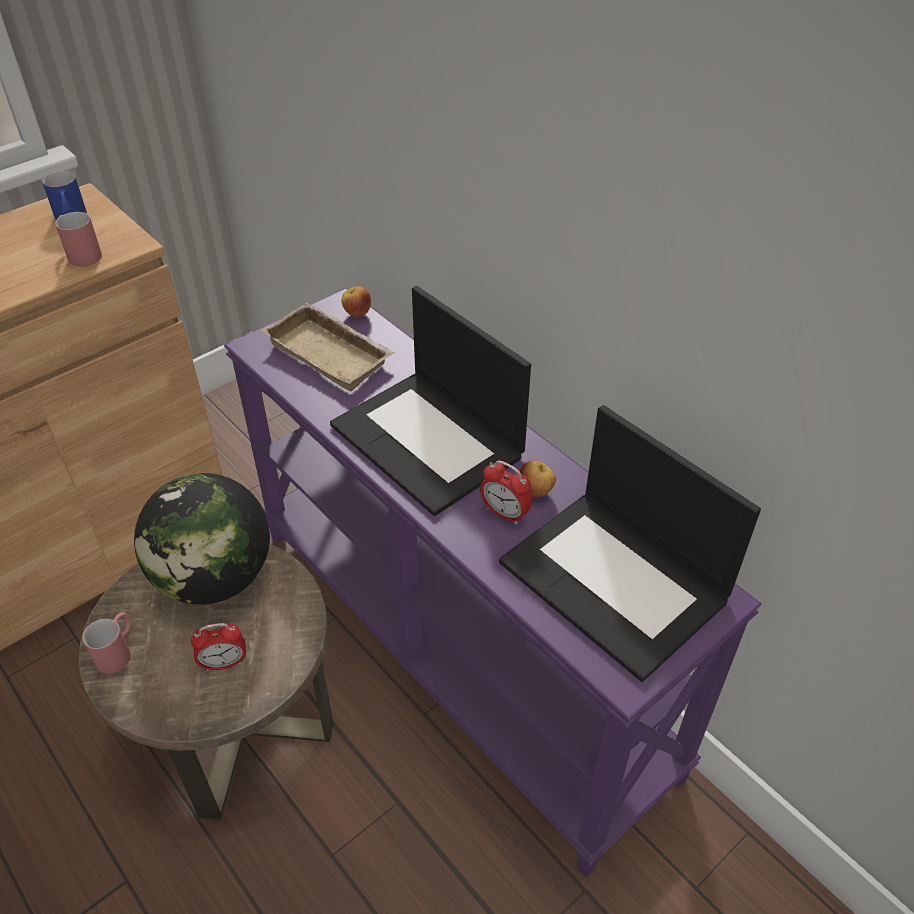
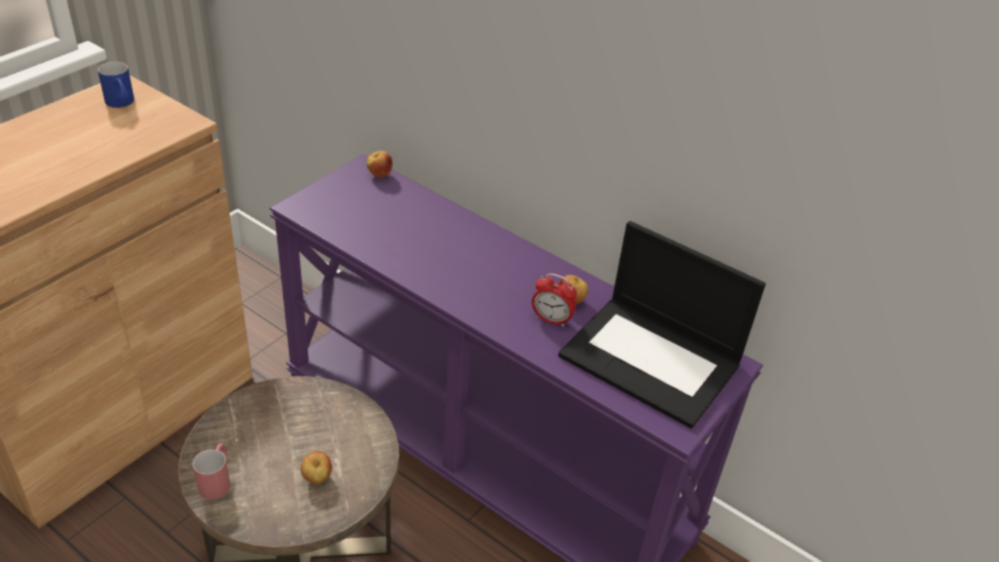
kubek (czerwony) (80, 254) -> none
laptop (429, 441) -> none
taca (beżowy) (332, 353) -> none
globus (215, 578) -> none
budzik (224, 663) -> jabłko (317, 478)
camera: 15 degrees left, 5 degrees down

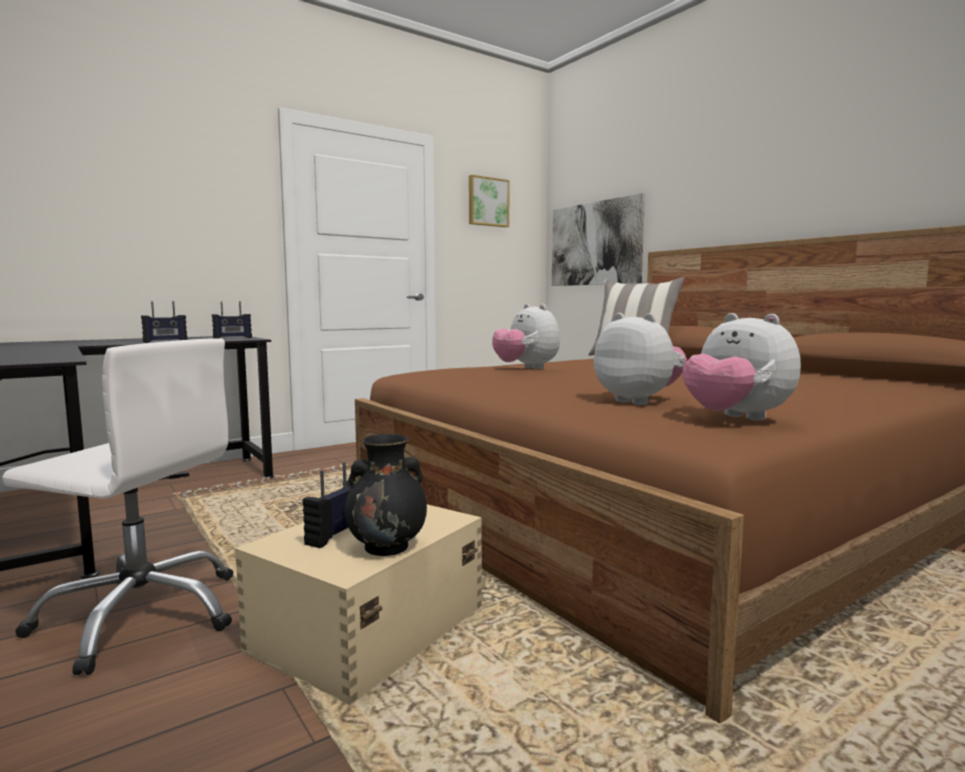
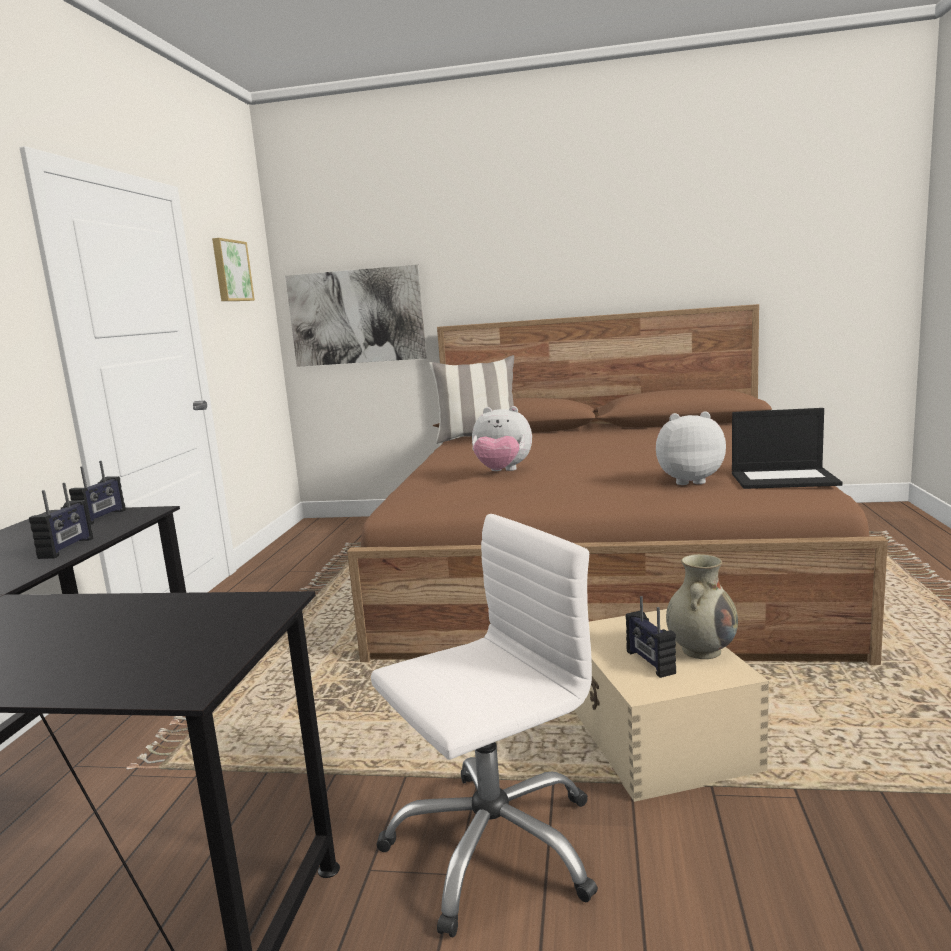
pluszak (736, 418) -> laptop (784, 479)
wazon (czarny) (388, 546) -> wazon (beżowy) (701, 650)
camera: 45 degrees left, 5 degrees up

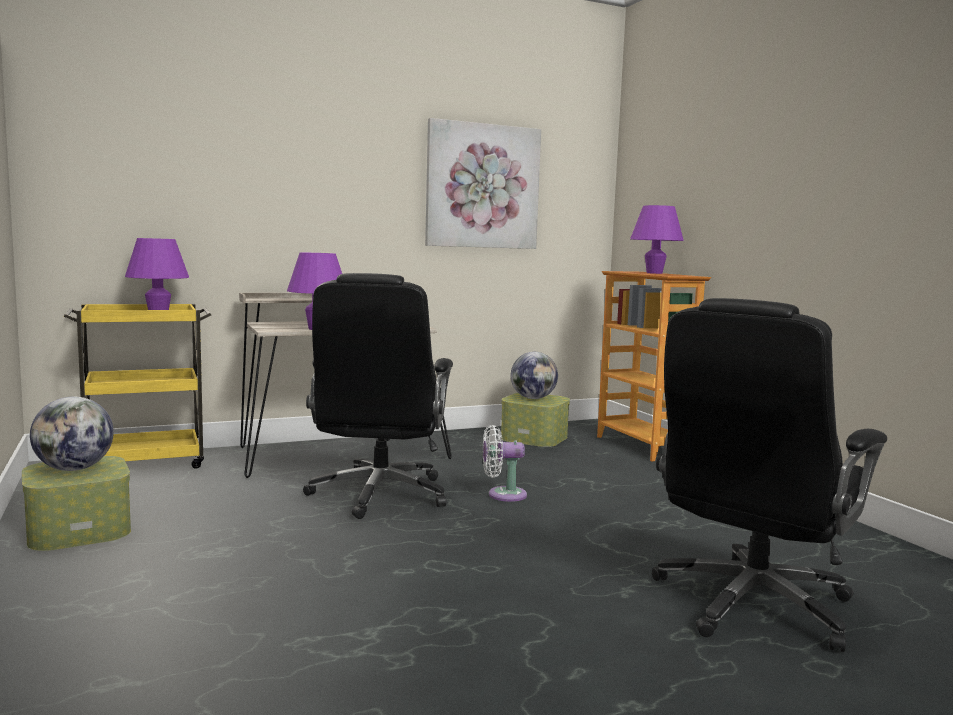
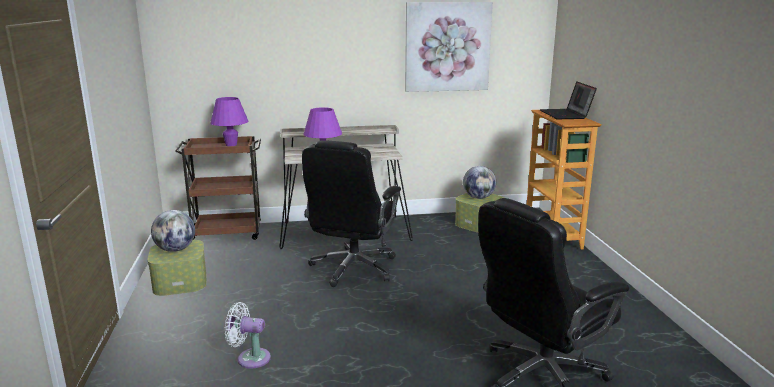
lampa stołowa (fioletowy) (654, 273) -> laptop (566, 115)
wózek (żółty) (145, 463) -> wózek (brązowy) (228, 233)
wentylator (biały) (502, 495) -> wentylator (biały) (250, 358), moved
camera: 15 degrees right, 10 degrees up

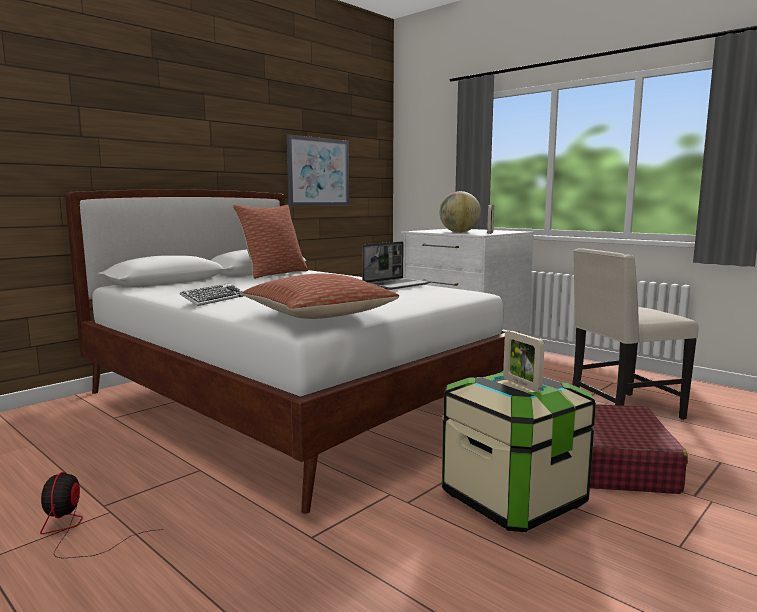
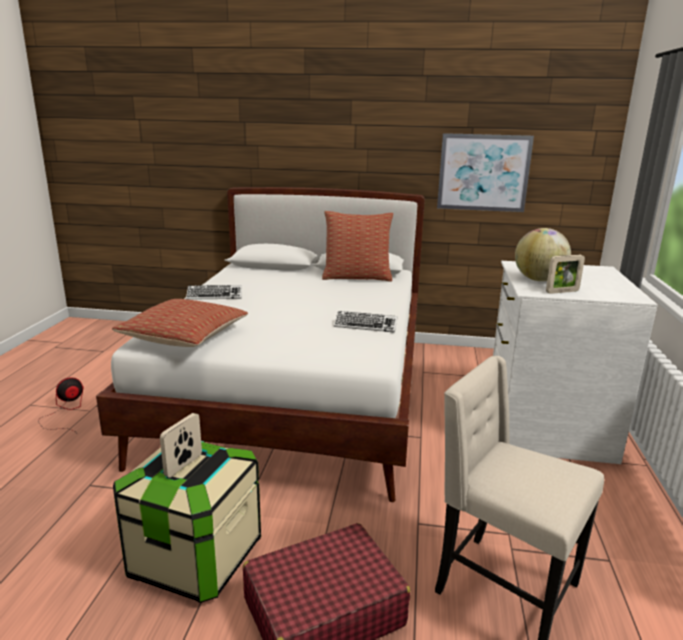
laptop (396, 285) -> klawiatura (365, 325)
camera: 55 degrees right, 10 degrees up

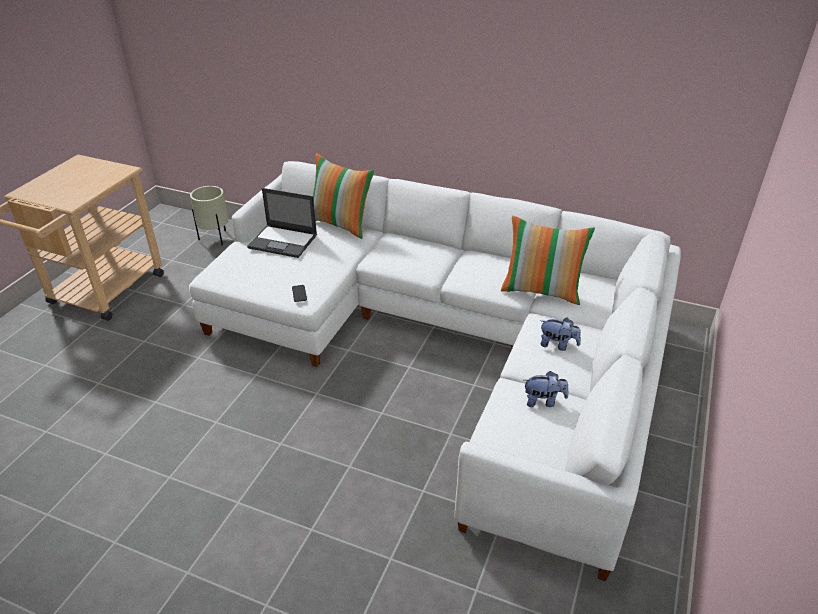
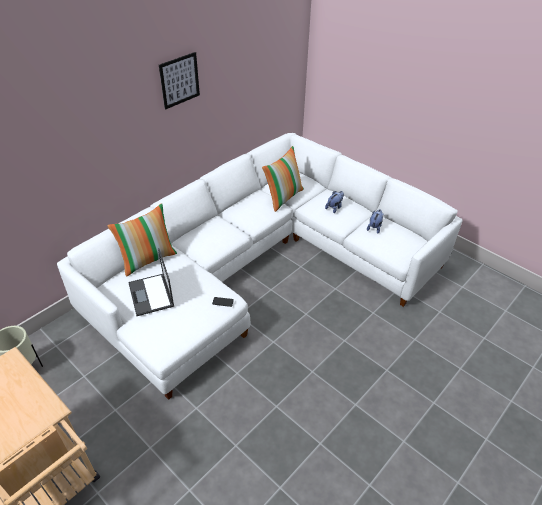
laptop (283, 241) -> laptop (151, 295), 120 degrees clockwise
none -> obraz (179, 80)
camera: 70 degrees left, 5 degrees up

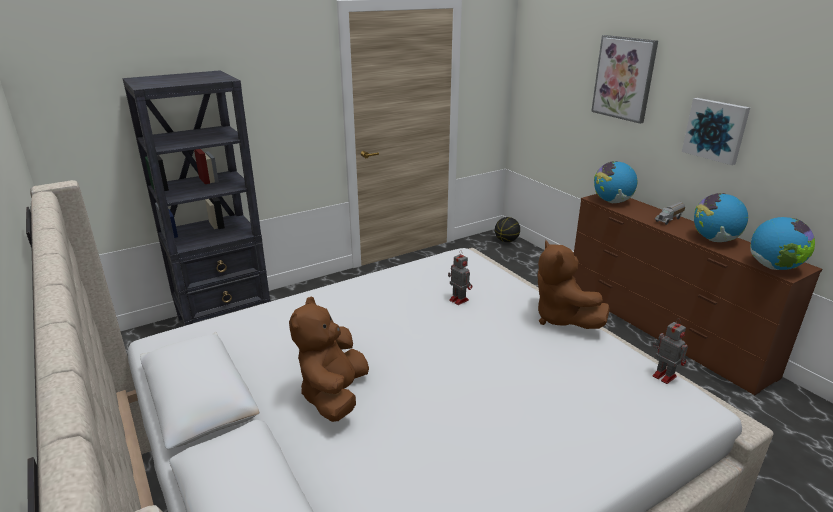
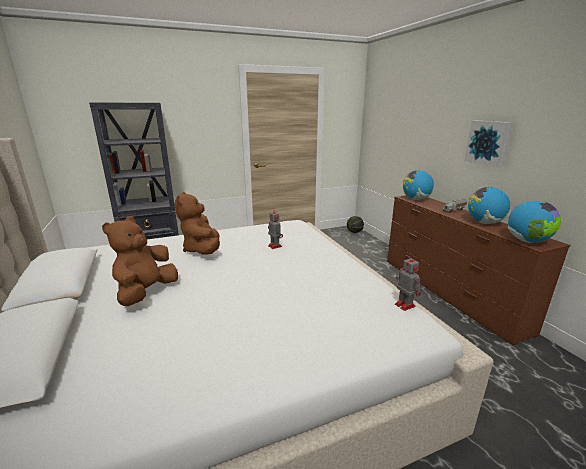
obraz (624, 78) -> none
pluszak (brązowy) (561, 318) -> pluszak (brązowy) (202, 250), moved
camera: 10 degrees right, 5 degrees down

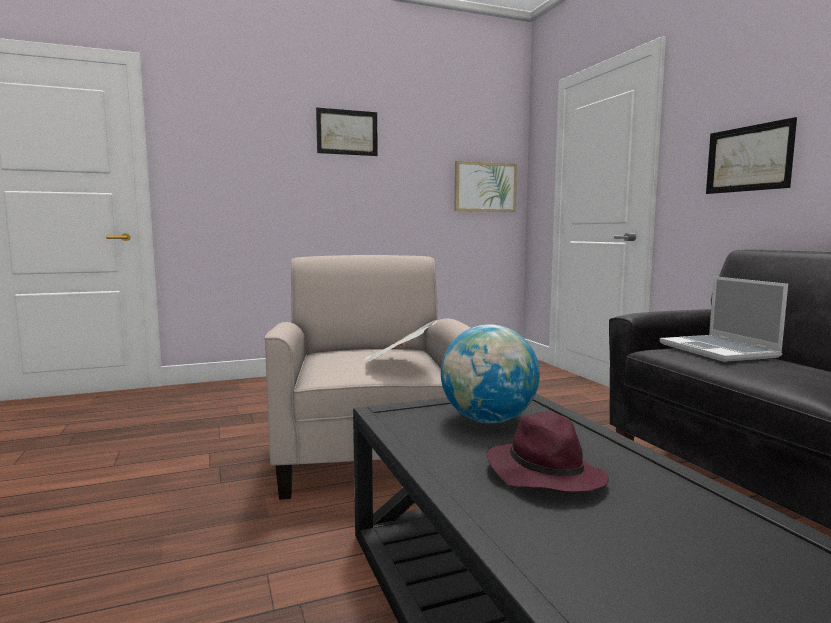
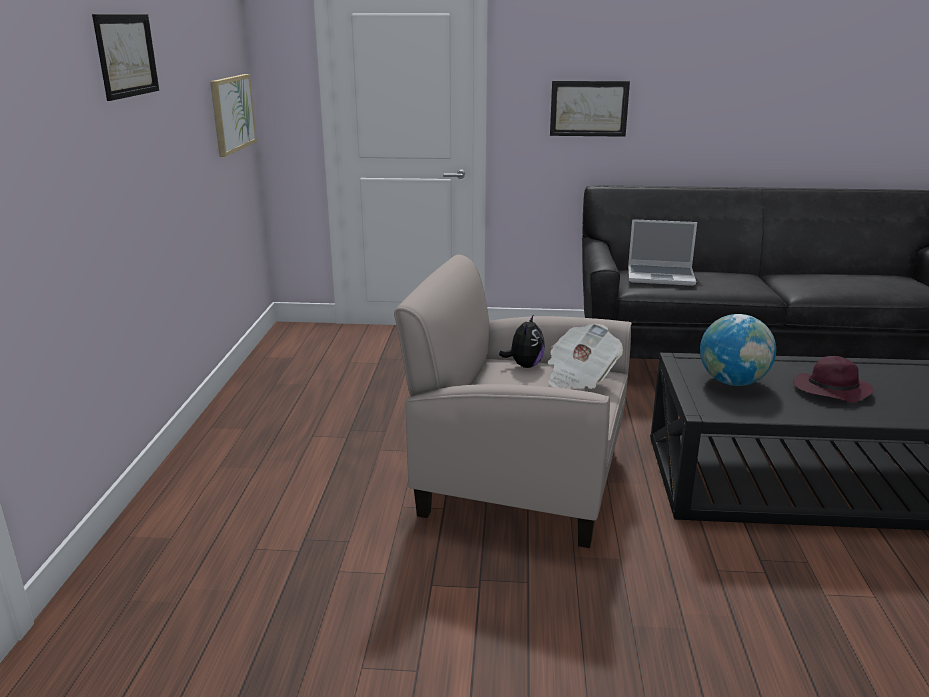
none -> pluszak (524, 365)
camera: 65 degrees left, 15 degrees up

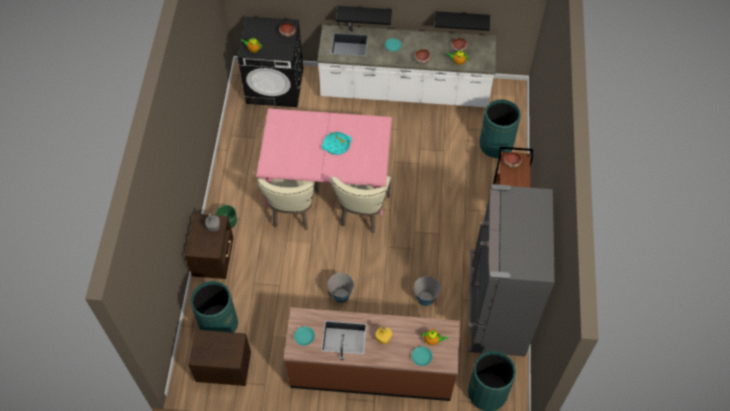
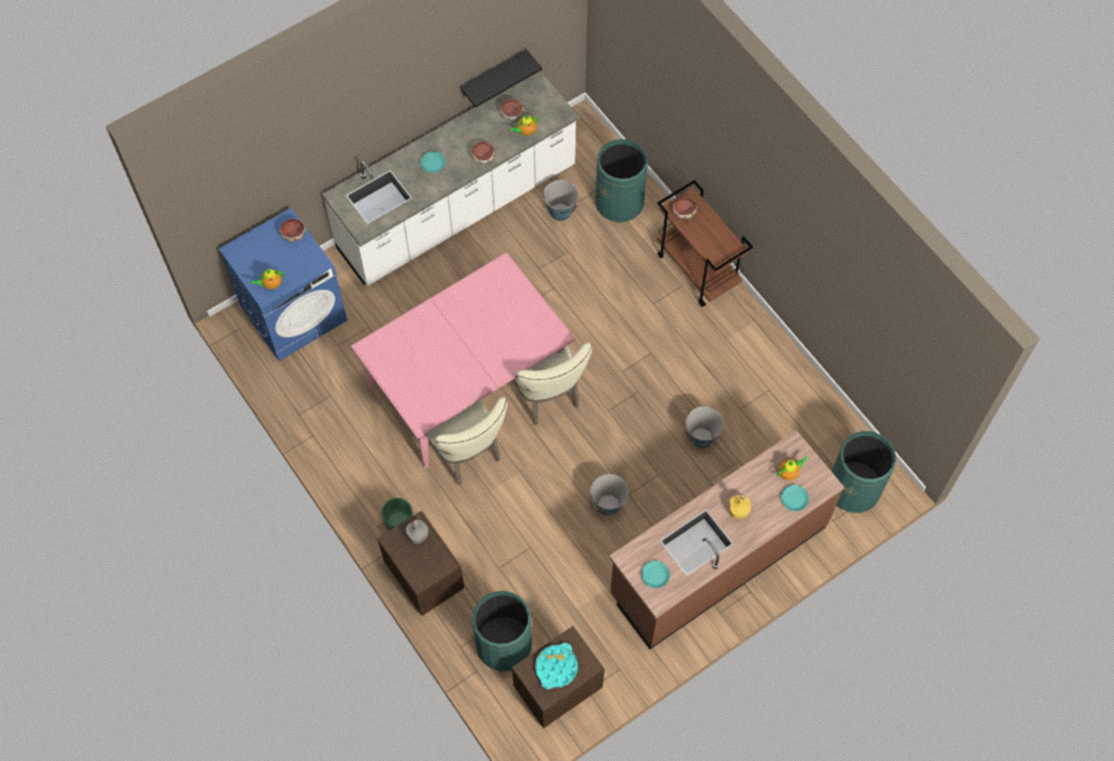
półka (czarny) (364, 13) -> none
pralka (czarny) (275, 86) -> pralka (niebieski) (294, 313)
taca (turkusowy) (336, 145) -> taca (turkusowy) (556, 667), moved
lodówka (szary) (494, 313) -> none
none -> wiadro (560, 211)
camera: 40 degrees left, 5 degrees up

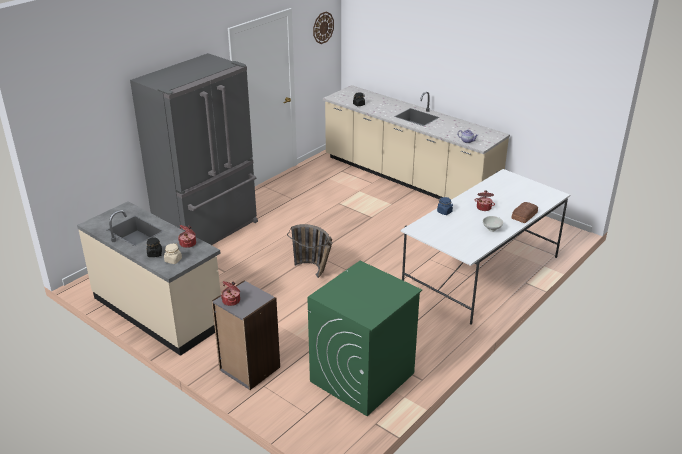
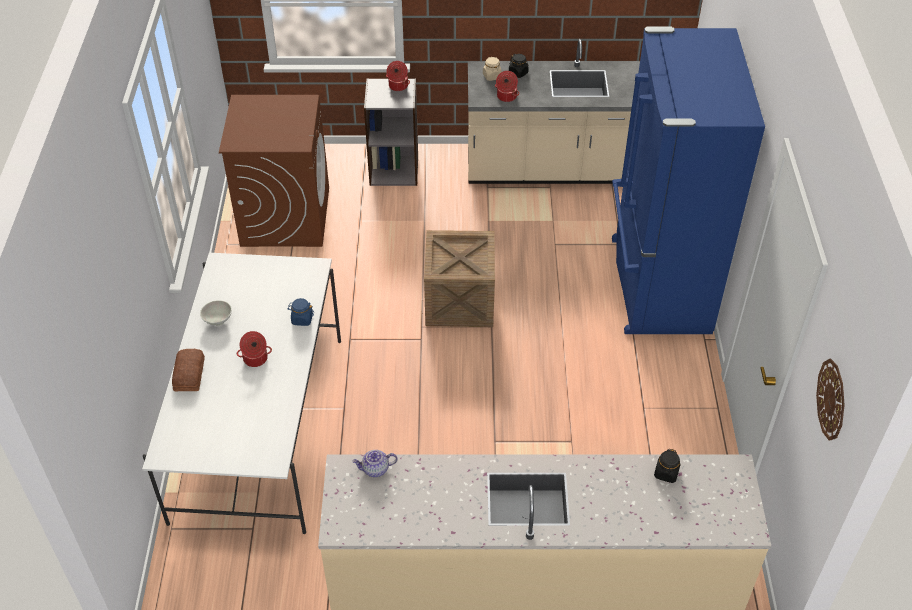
lodówka (szary) (209, 230) -> lodówka (niebieski) (657, 285)
koszyk (315, 272) -> skrzynka (459, 301)
pralka (zielony) (362, 378) -> pralka (brązowy) (285, 216)
camera: 140 degrees right, 15 degrees up

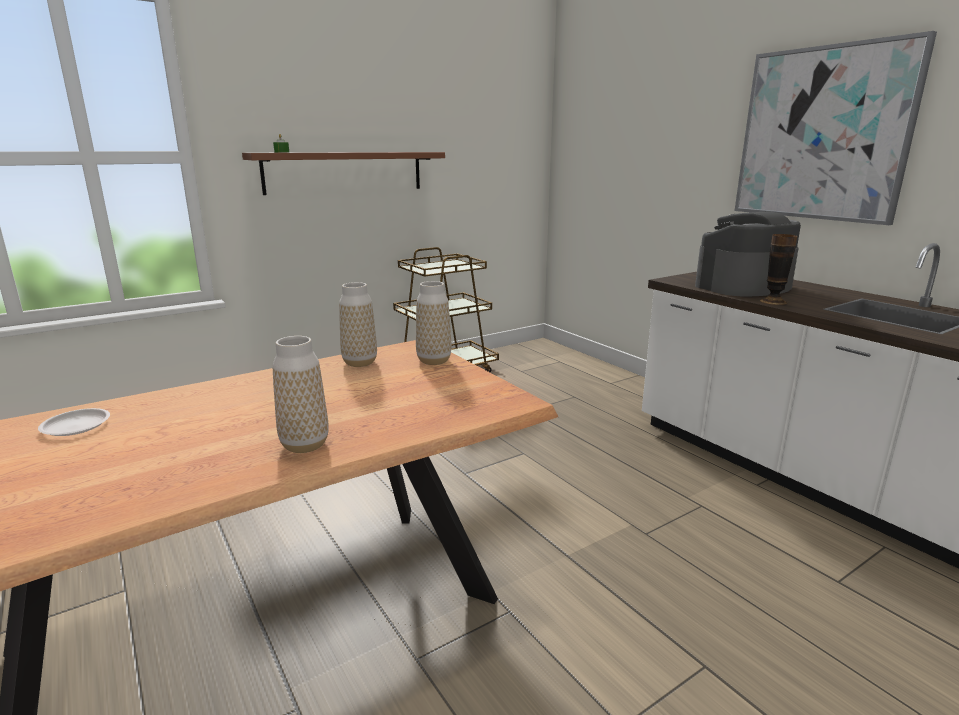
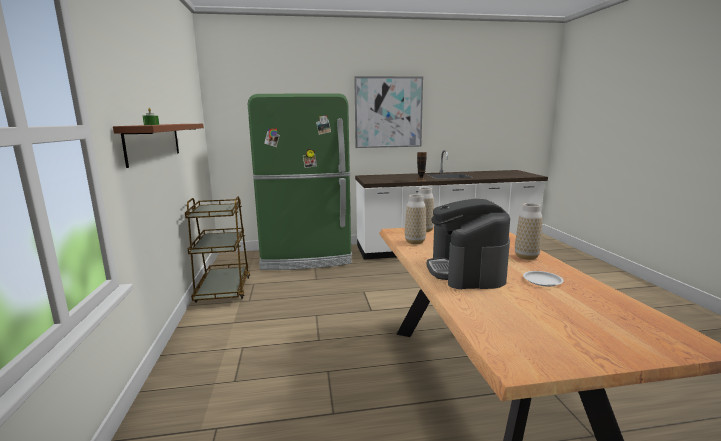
ekspres do kawy (743, 286) -> ekspres do kawy (466, 271), moved
talerz (biały) (76, 426) -> talerz (biały) (542, 281), moved
none -> lodówka (zielony) (306, 257)
camera: 65 degrees left, 5 degrees down

